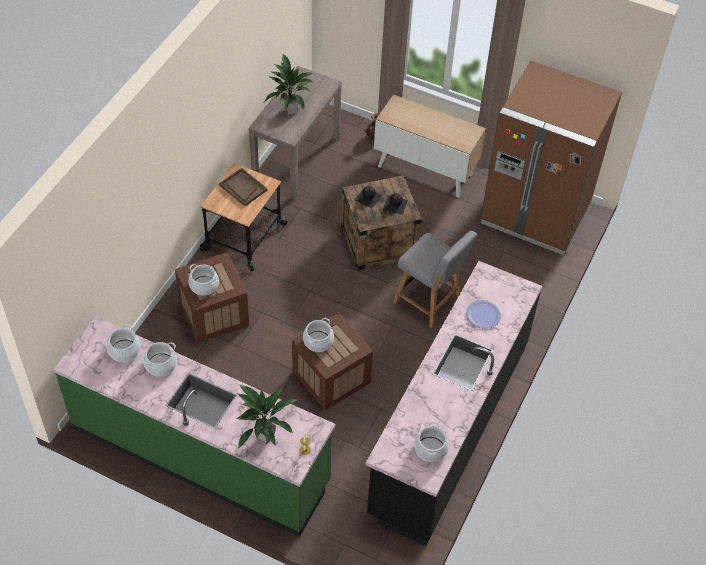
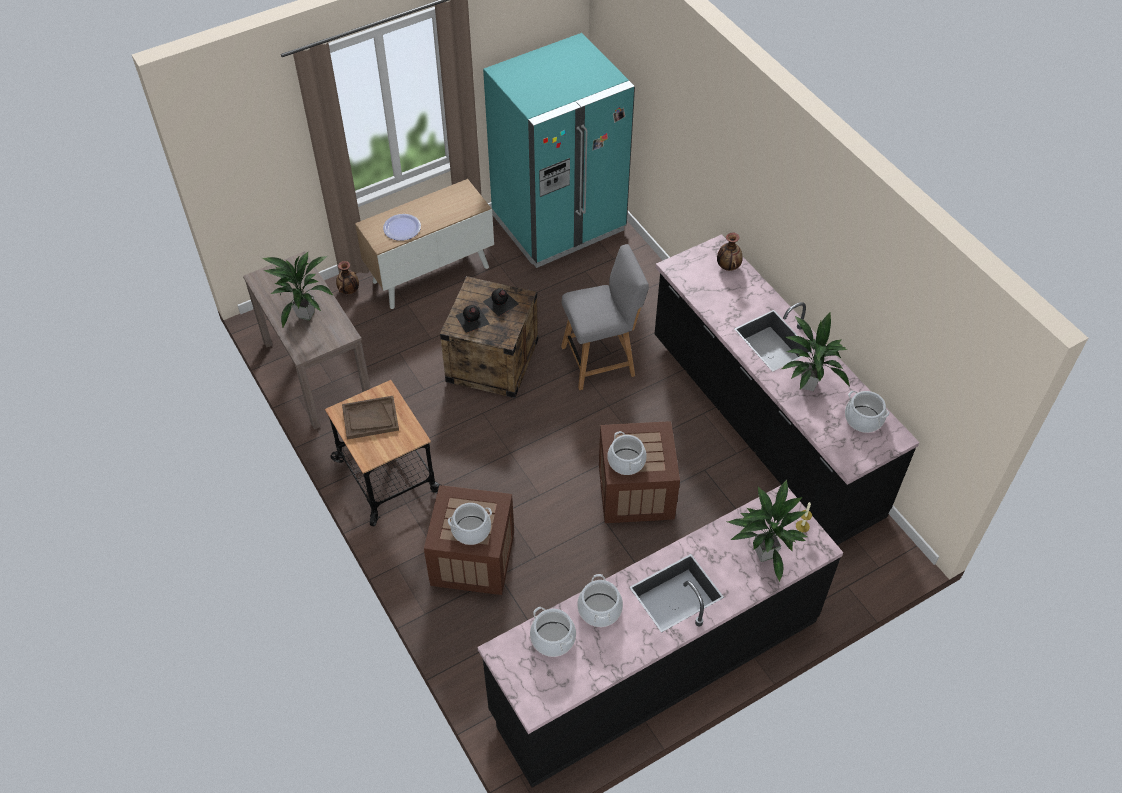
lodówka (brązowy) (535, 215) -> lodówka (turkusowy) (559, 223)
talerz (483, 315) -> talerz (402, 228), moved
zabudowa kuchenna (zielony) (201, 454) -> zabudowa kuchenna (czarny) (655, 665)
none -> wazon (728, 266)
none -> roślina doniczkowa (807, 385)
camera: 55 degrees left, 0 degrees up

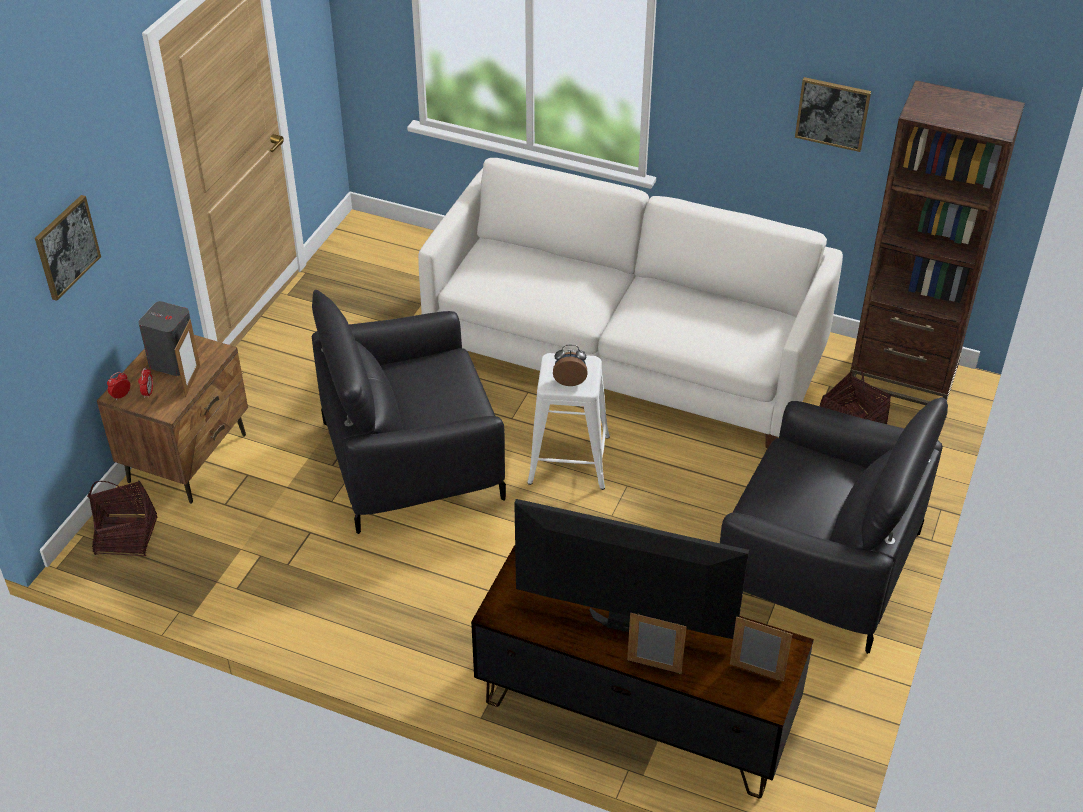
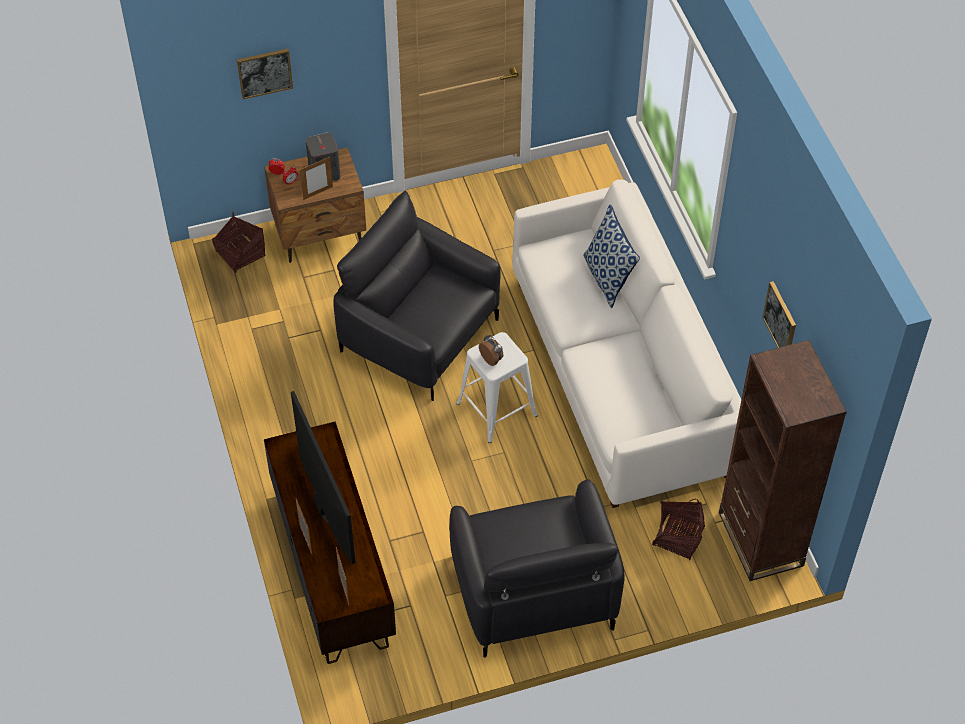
none -> poduszka (608, 278)
camera: 50 degrees right, 10 degrees up

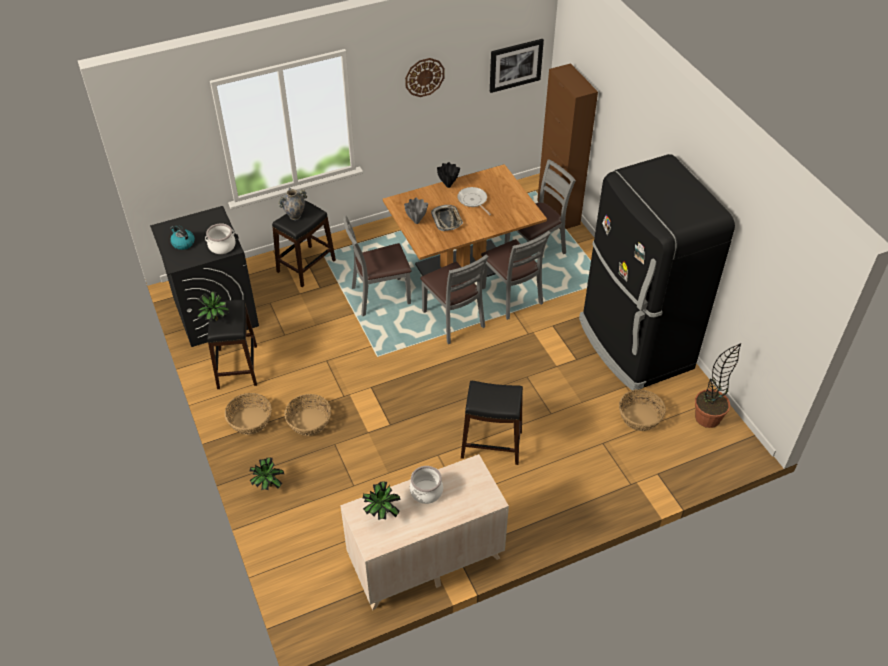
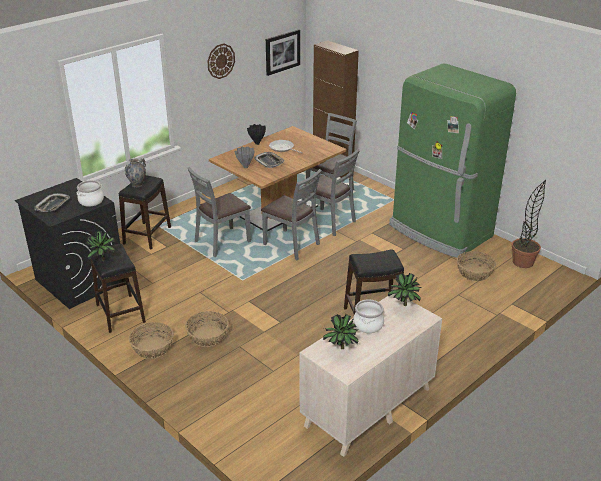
lodówka (czarny) (634, 345) -> lodówka (zielony) (440, 232)
czajnik (183, 243) -> taca (53, 205)
roślina doniczkowa (268, 486) -> roślina doniczkowa (403, 306), moved
camera: 20 degrees left, 15 degrees down

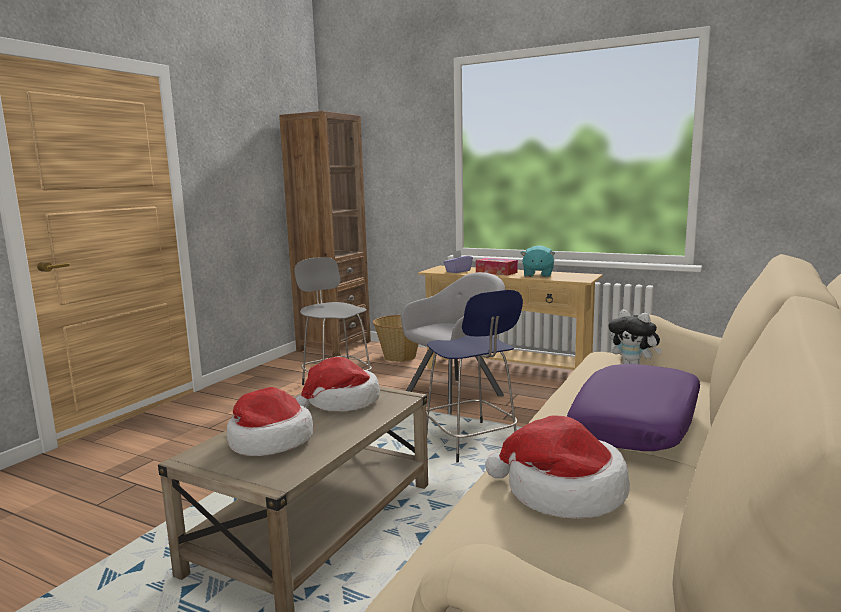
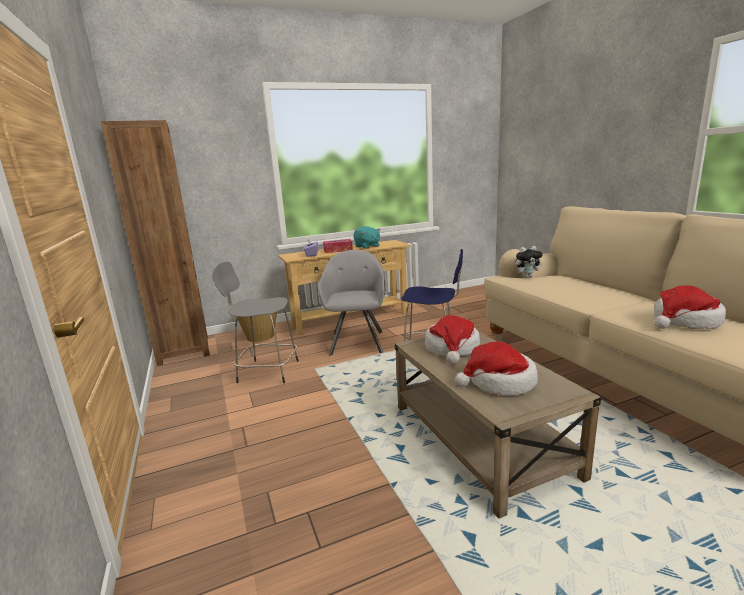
poduszka (fioletowy) (636, 424) -> none
camera: 50 degrees left, 5 degrees up

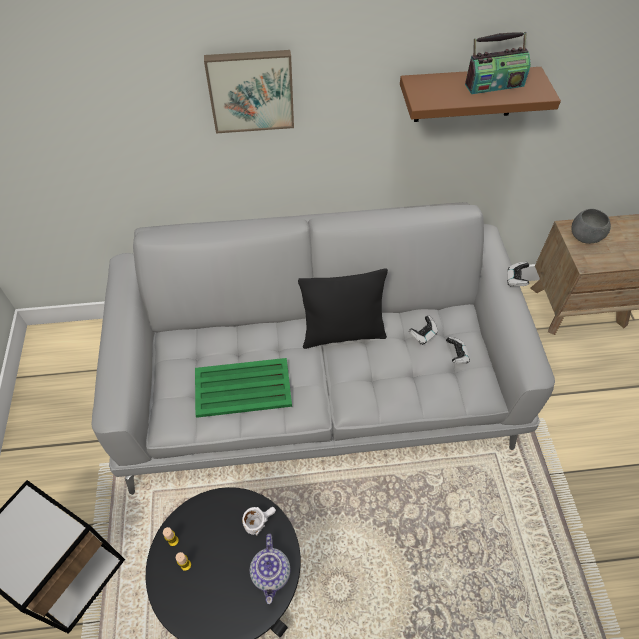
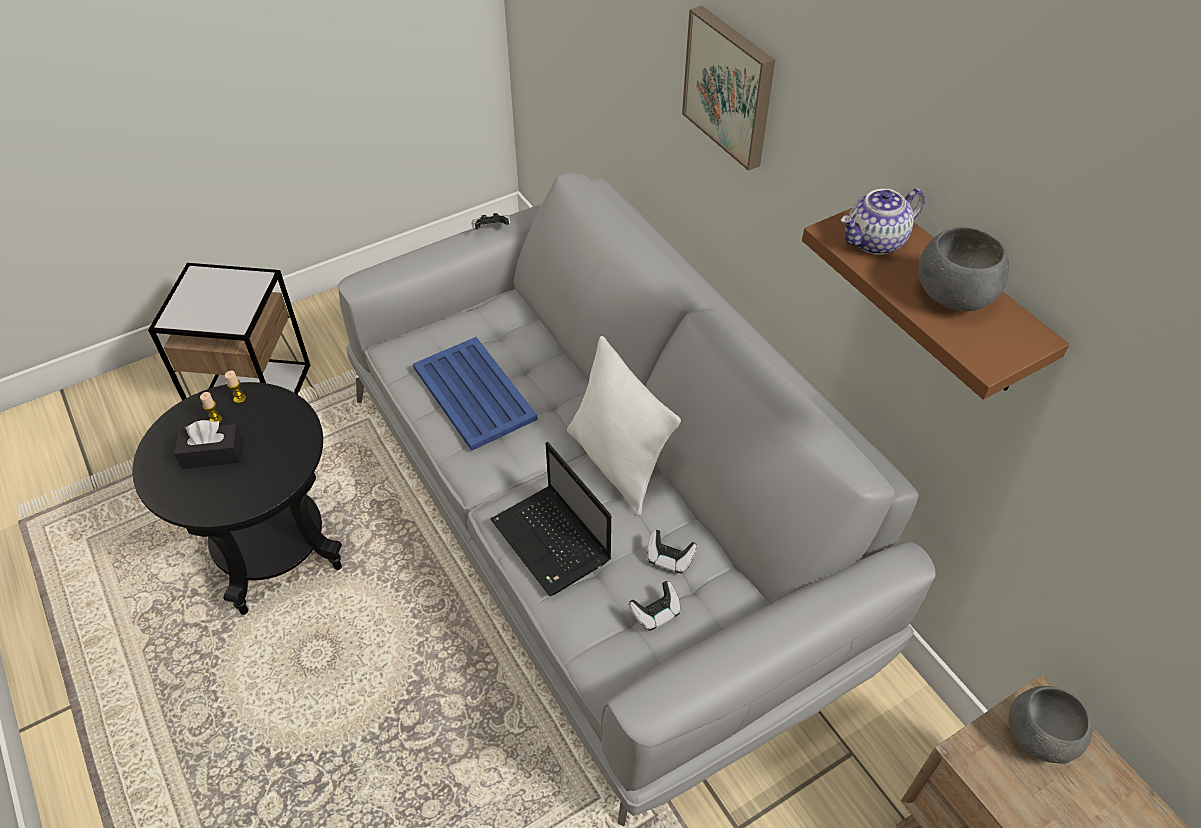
radio (493, 84) -> miska (szary) (954, 296)
pad do gier (516, 279) -> pad do gier (491, 230), moved
poduszka (czarny) (343, 333) -> poduszka (biały) (616, 464)
taca (zielony) (244, 388) -> taca (niebieski) (474, 394)
kubek (biały) (259, 520) -> none
imbryk (271, 574) -> imbryk (875, 242), moved
none -> pudełko chusteczek (czarny) (212, 454)
none -> laptop (553, 542)
camera: 65 degrees right, 5 degrees down

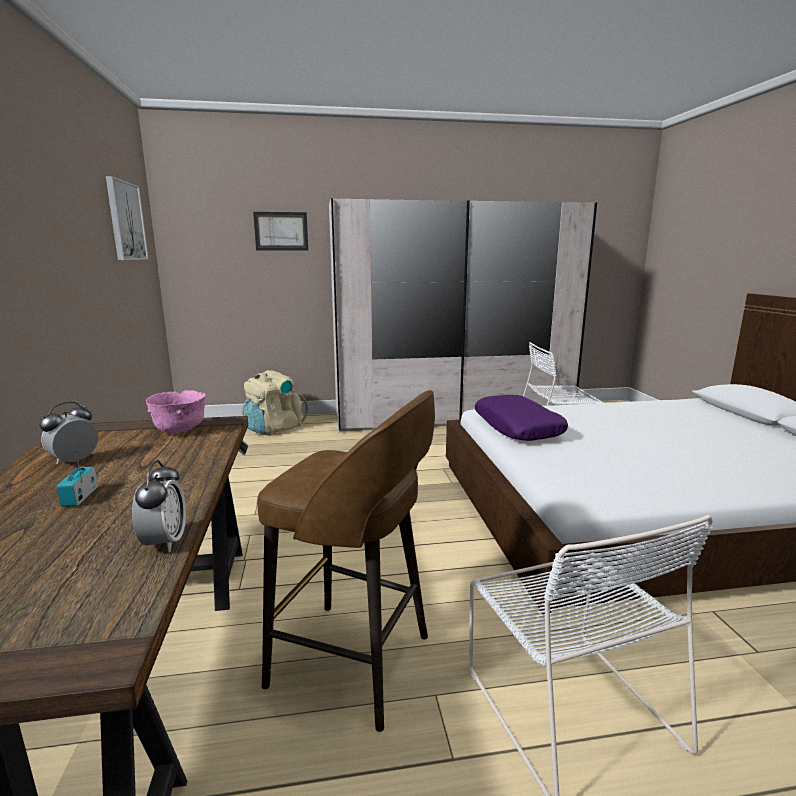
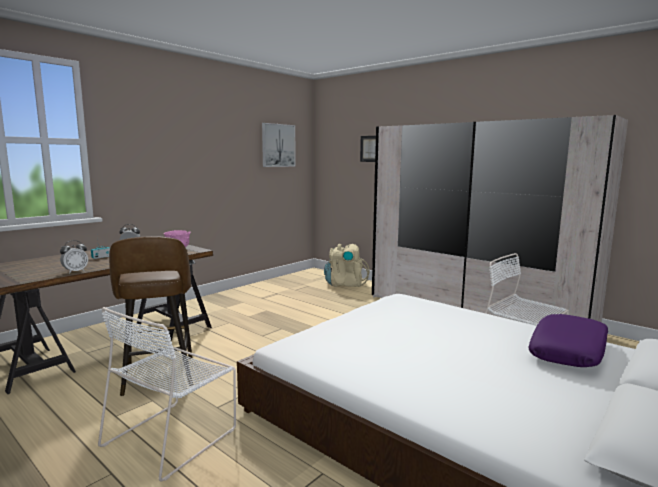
poduszka (fioletowy) (518, 427) -> poduszka (fioletowy) (569, 351), moved
camera: 50 degrees right, 5 degrees down

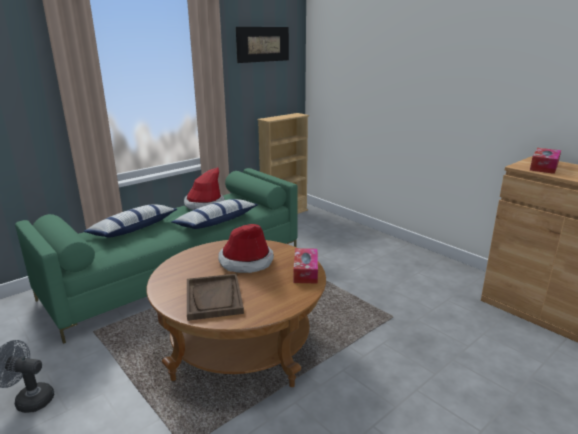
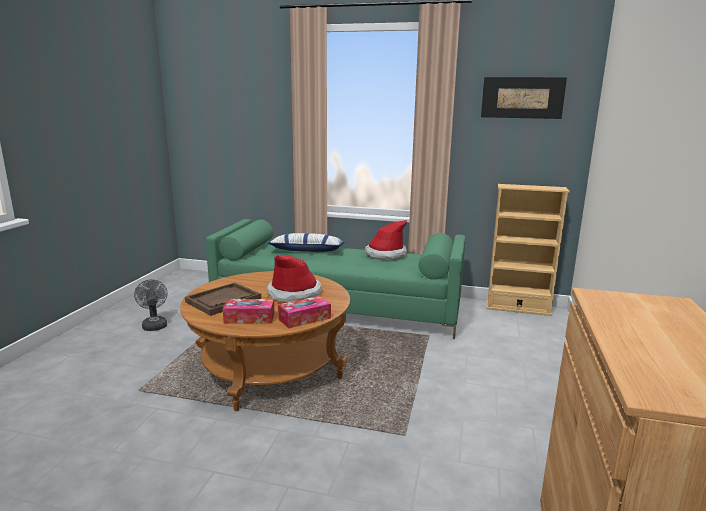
pudełko chusteczek (544, 167) -> pudełko chusteczek (249, 318), moved
poduszka (216, 222) -> none
camera: 55 degrees right, 5 degrees down

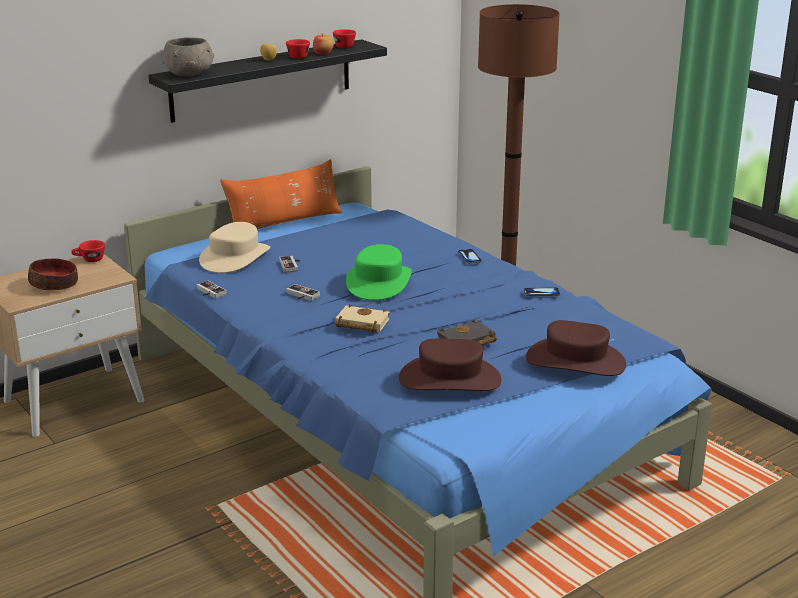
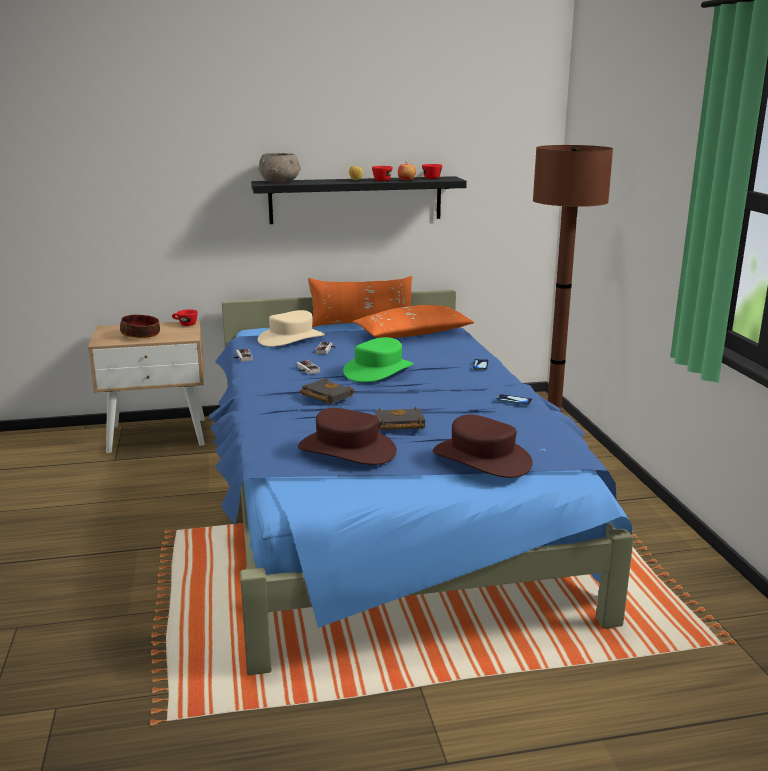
książka (beżowy) (360, 324) -> książka (czarny) (324, 396)
none -> poduszka (pomarańczowy) (413, 334)
camera: 25 degrees right, 5 degrees down

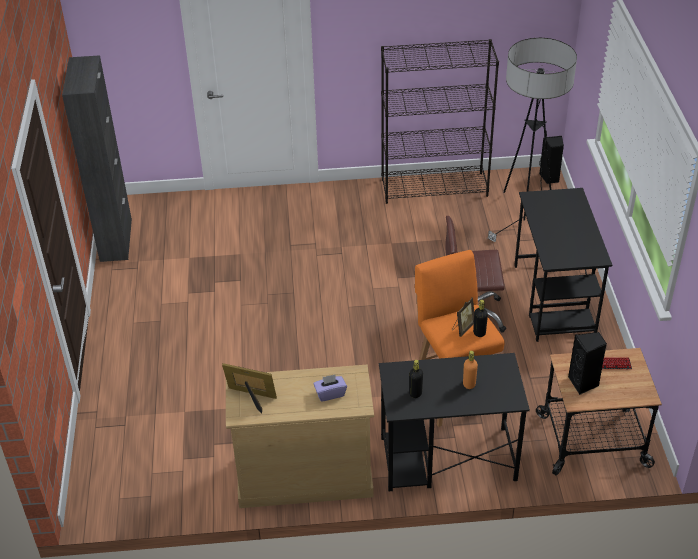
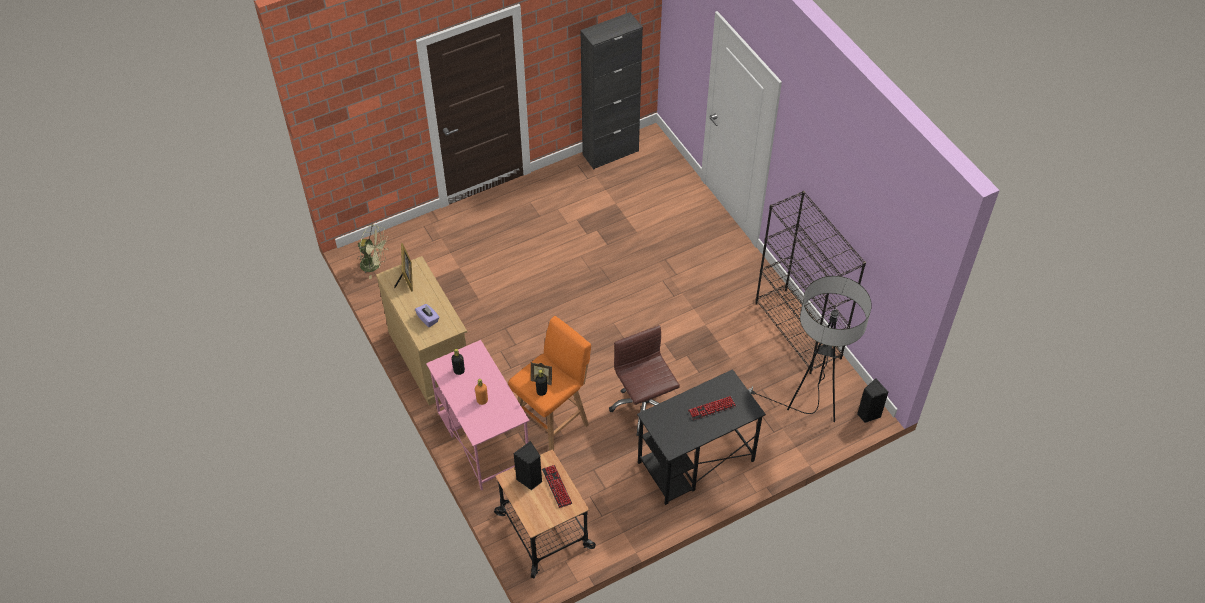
biurko (czarny) (446, 459) -> biurko (różowy) (483, 439)
none -> wentylator (zielony) (374, 265)
none -> klawiatura (712, 408)
camera: 65 degrees right, 10 degrees up

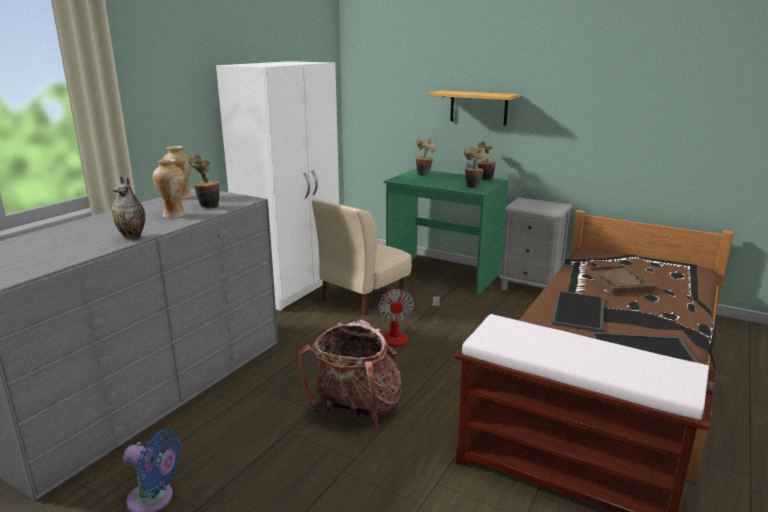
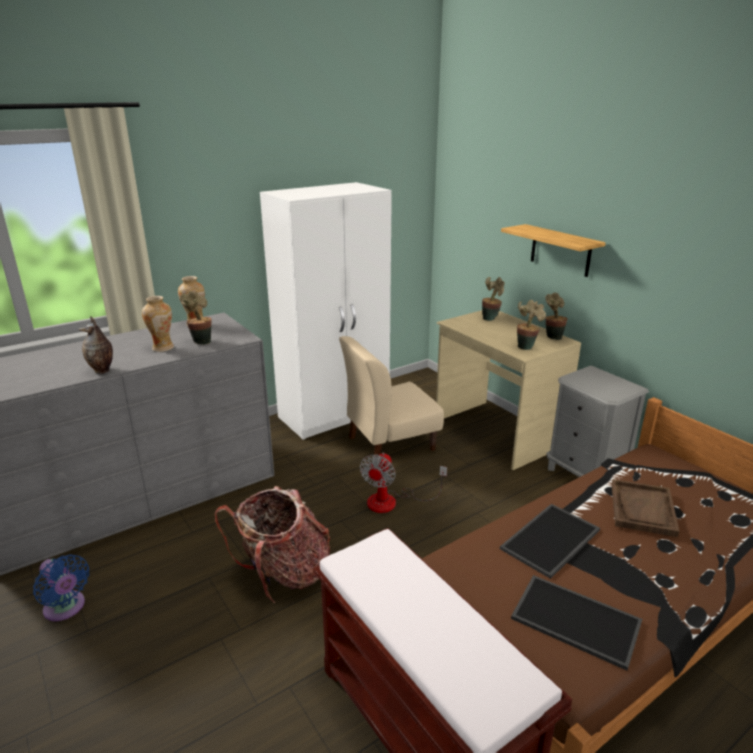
biurko (zielony) (442, 274) -> biurko (beżowy) (496, 433)
camera: 25 degrees right, 5 degrees up

